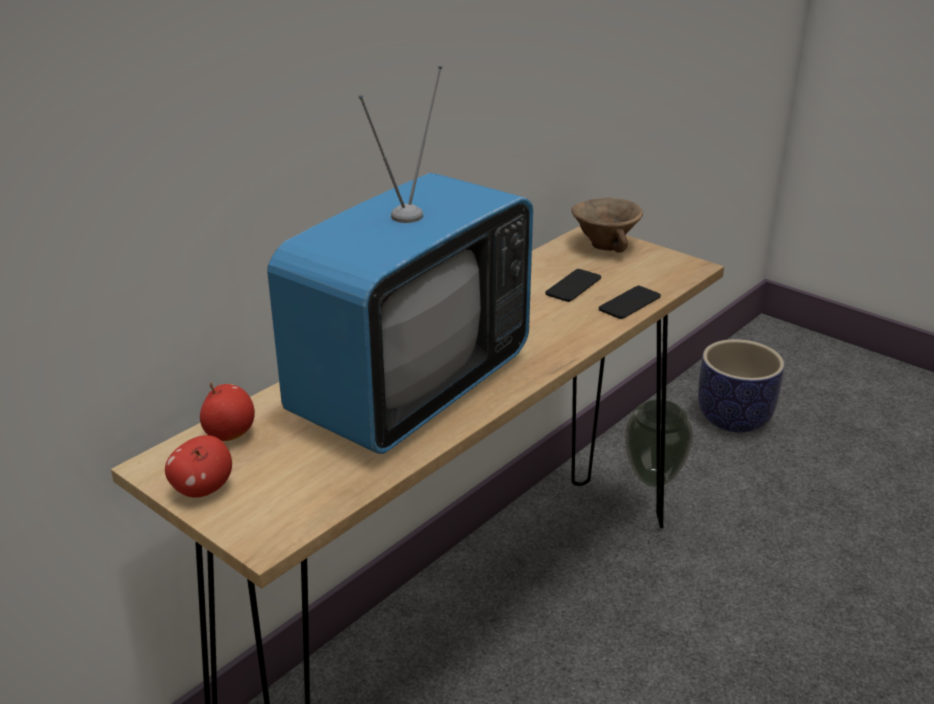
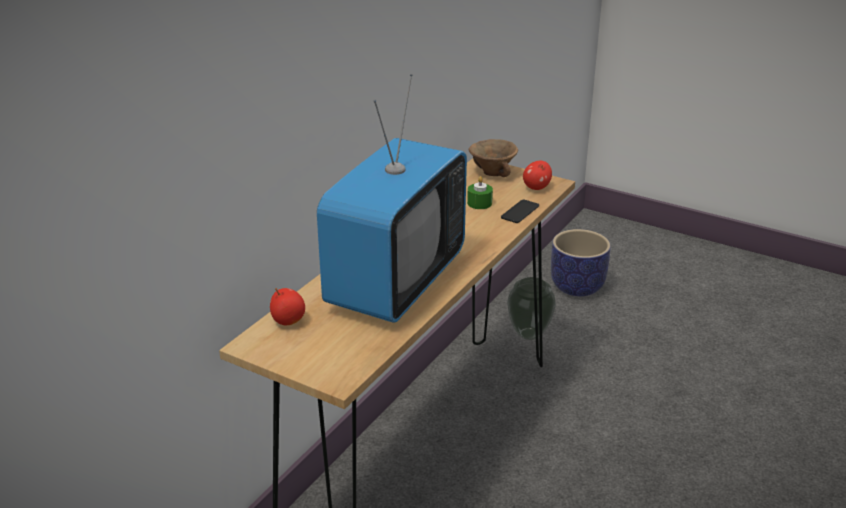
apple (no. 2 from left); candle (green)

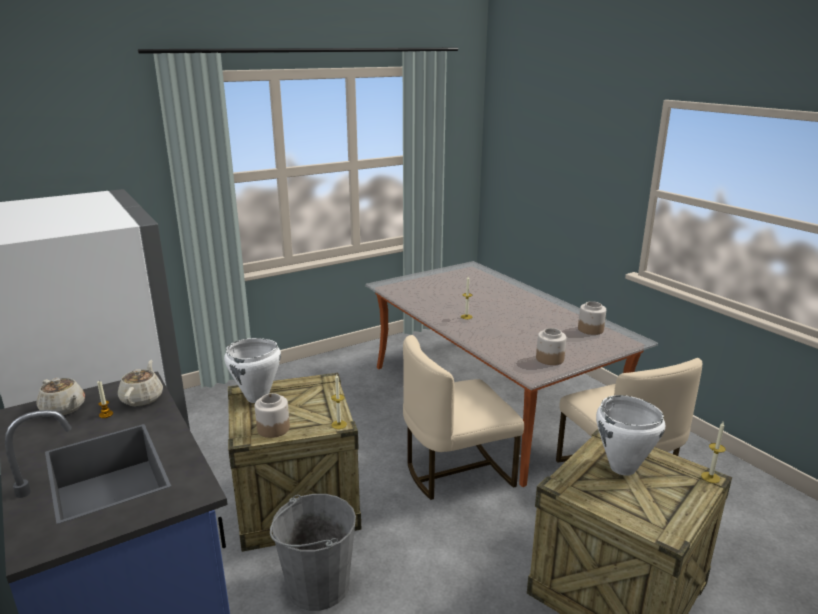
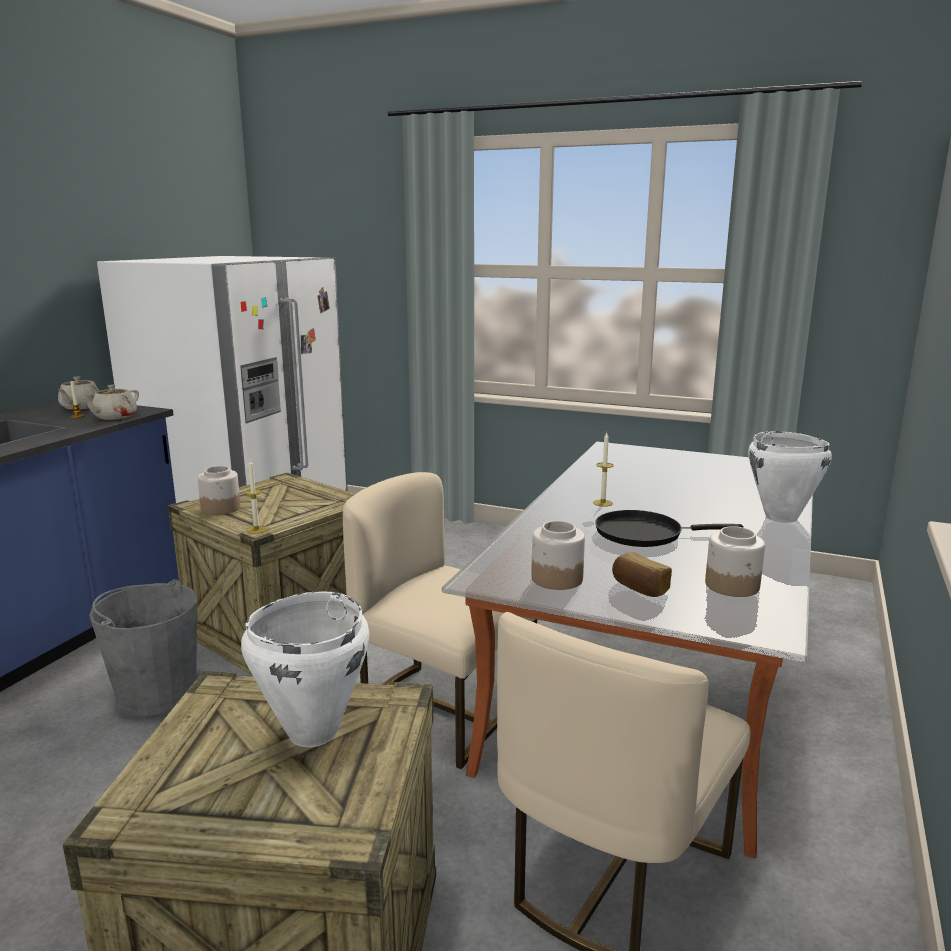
teapot (beige) (no. 2 from left); cooking pot (white) (no. 2 from left); candle (no. 4 from left in the first image); frying pan (black); bread

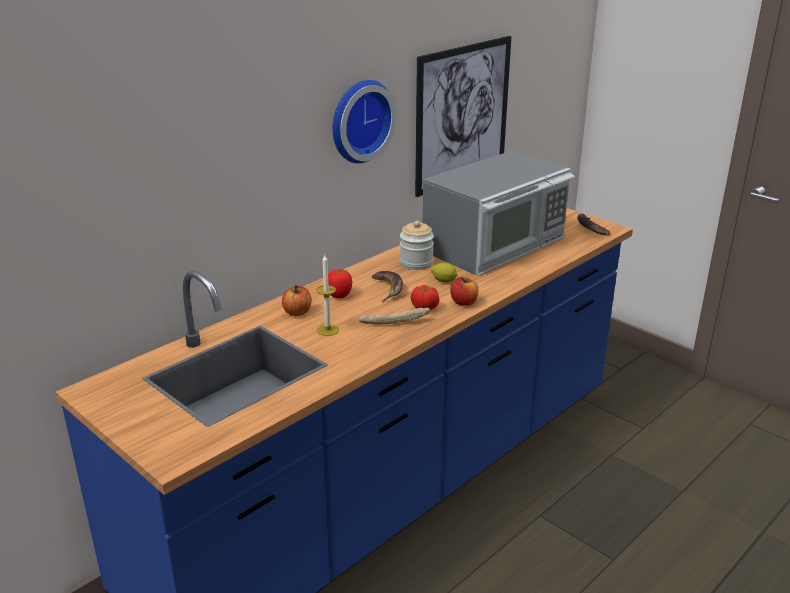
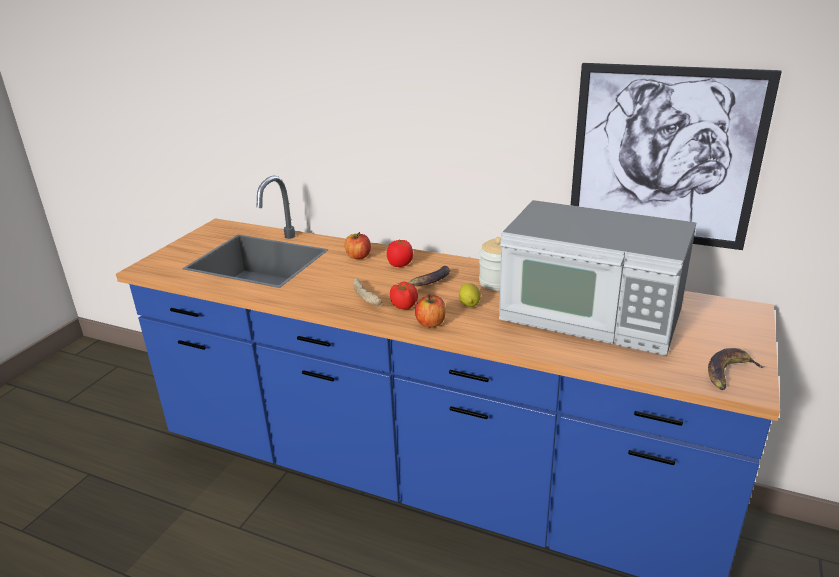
candle; wall clock

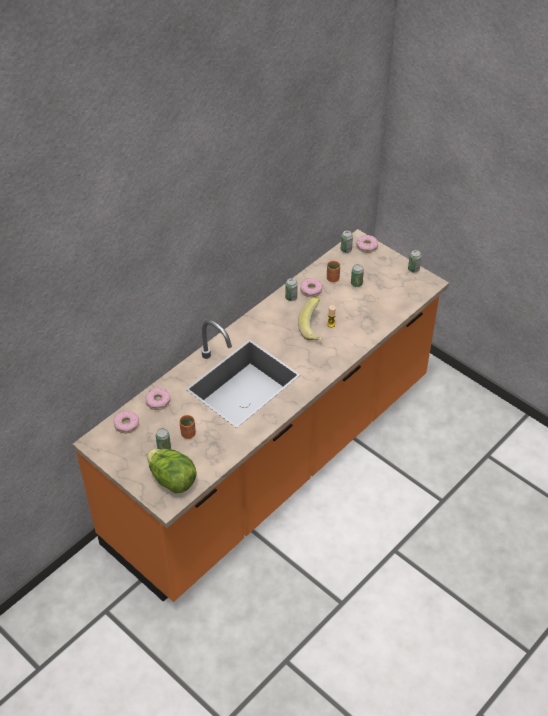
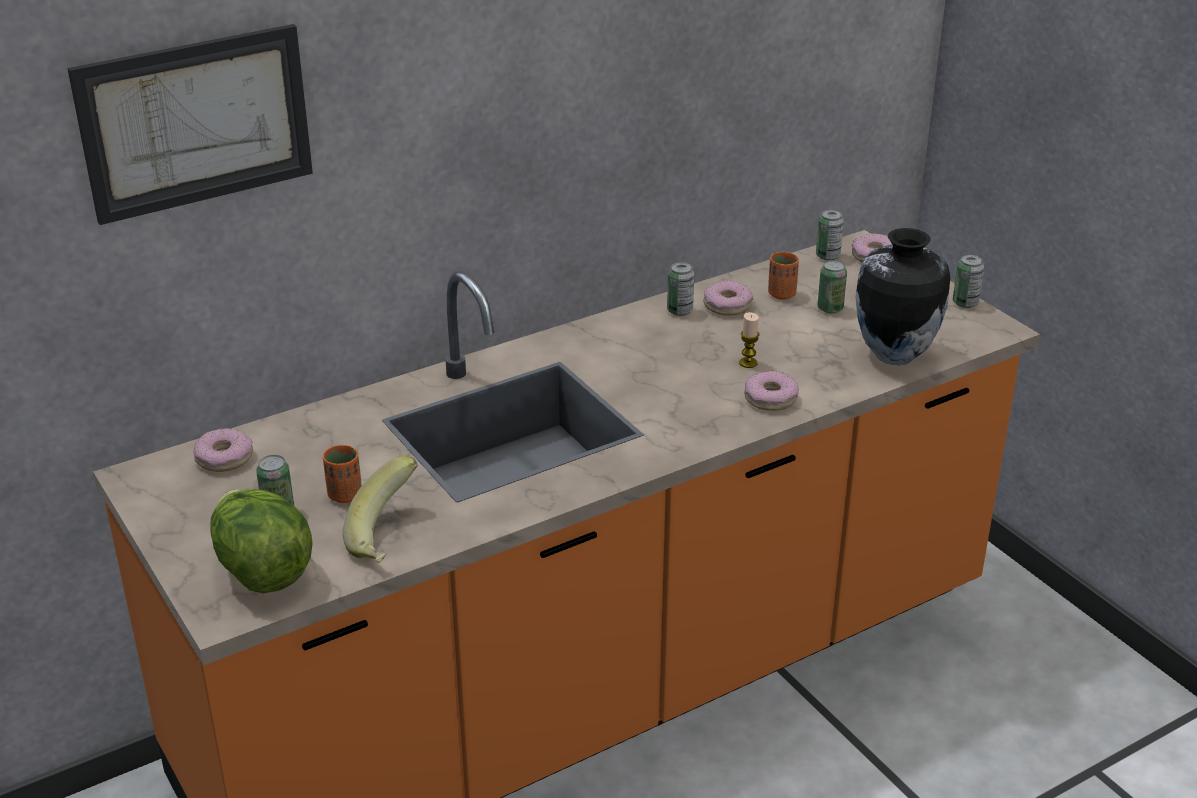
donut (no. 3 from left); banana; picture; vase

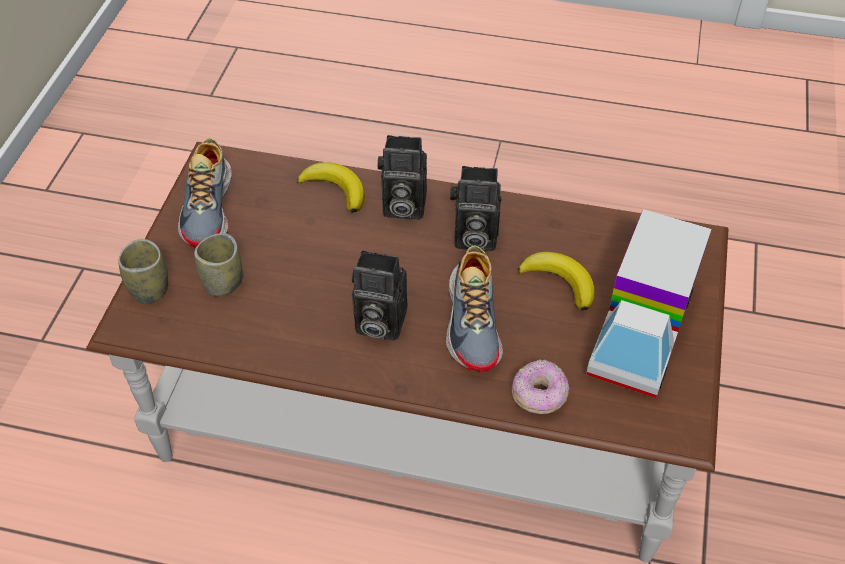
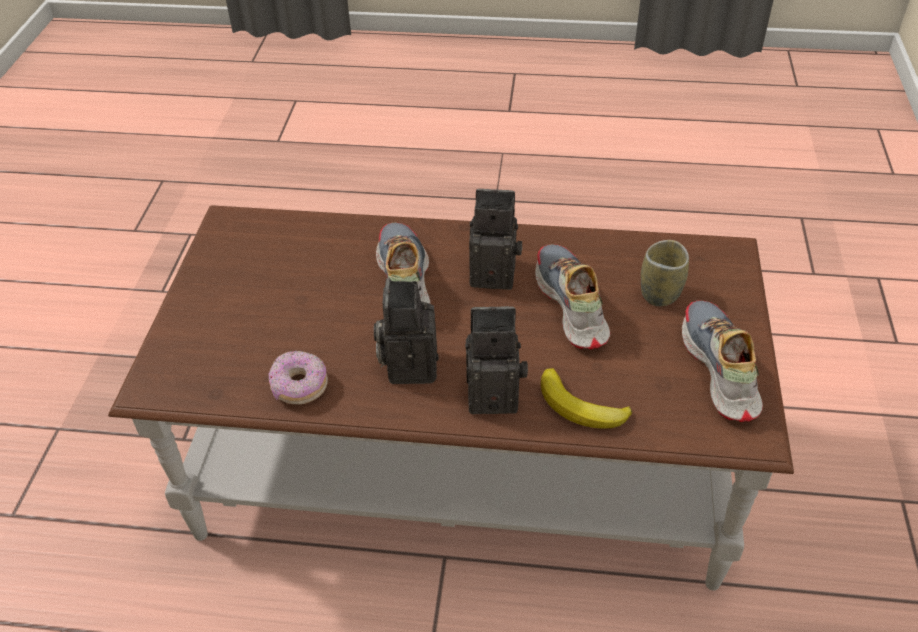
cup (no. 1 from left in the first image); photo camera (no. 1 from left); donut; banana (no. 2 from left in the first image); toy truck; shoe (no. 2 from left)

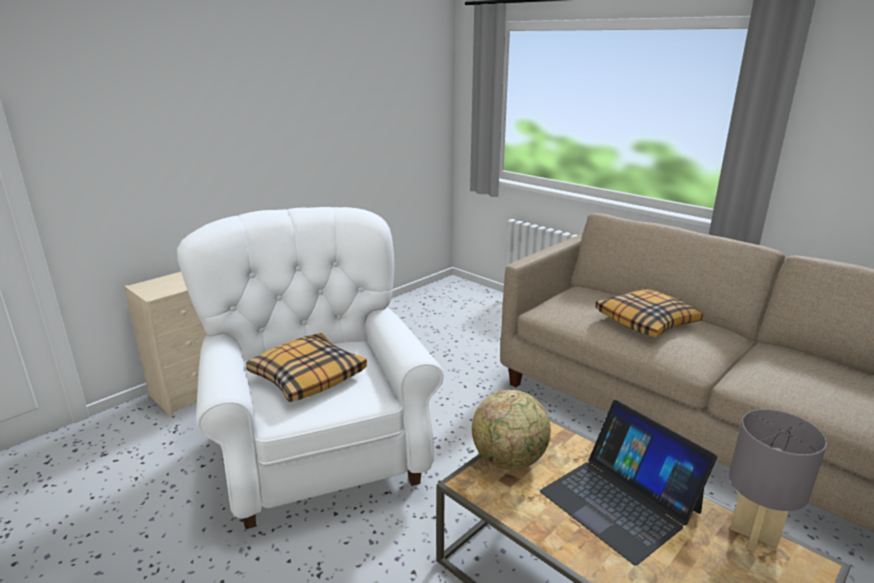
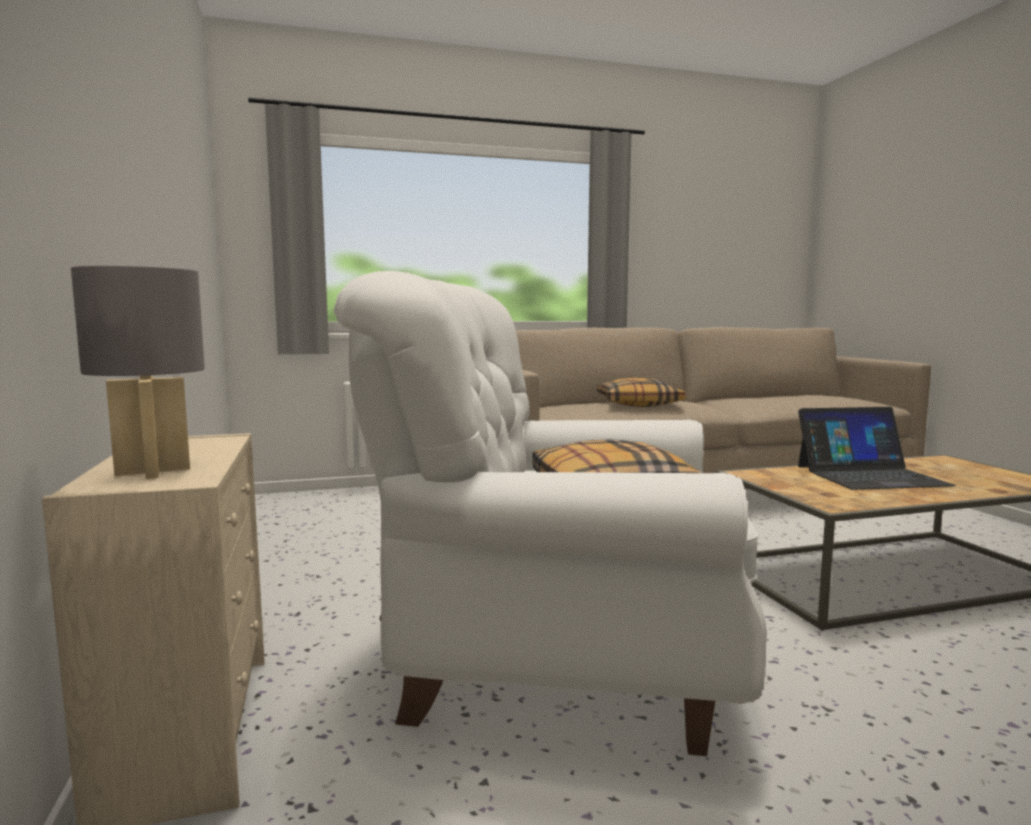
globe; table lamp (grey)

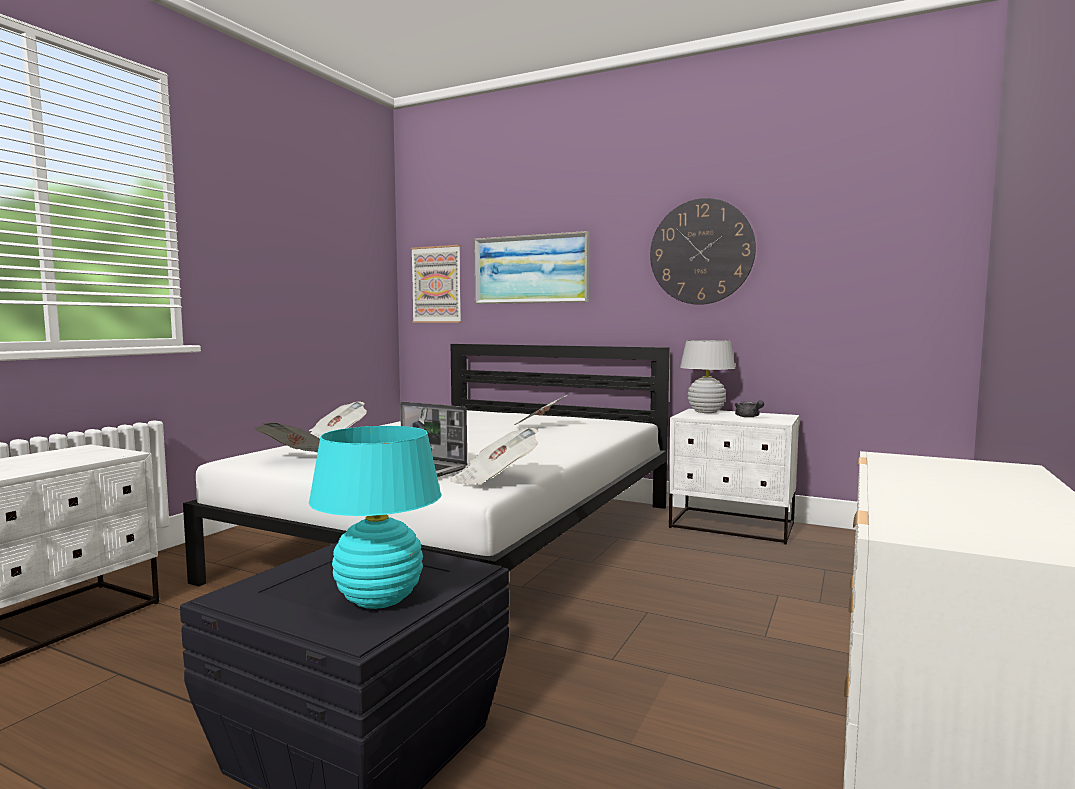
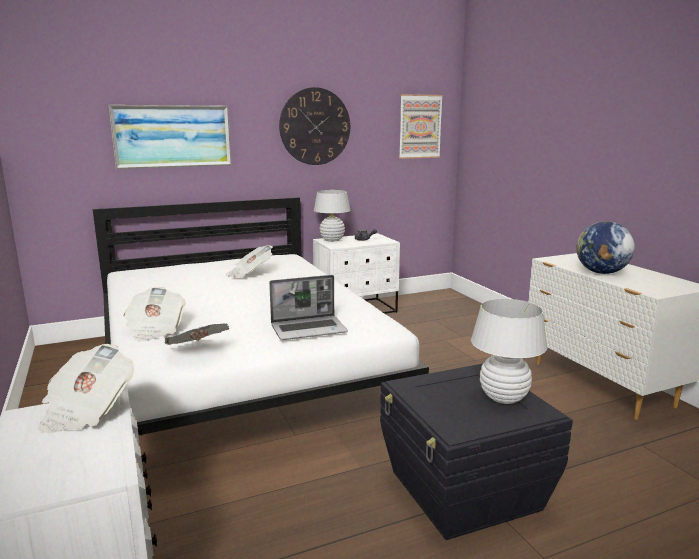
table lamp (white) (no. 2 from left); picture (no. 2 from left); newspaper (no. 1 from left); globe

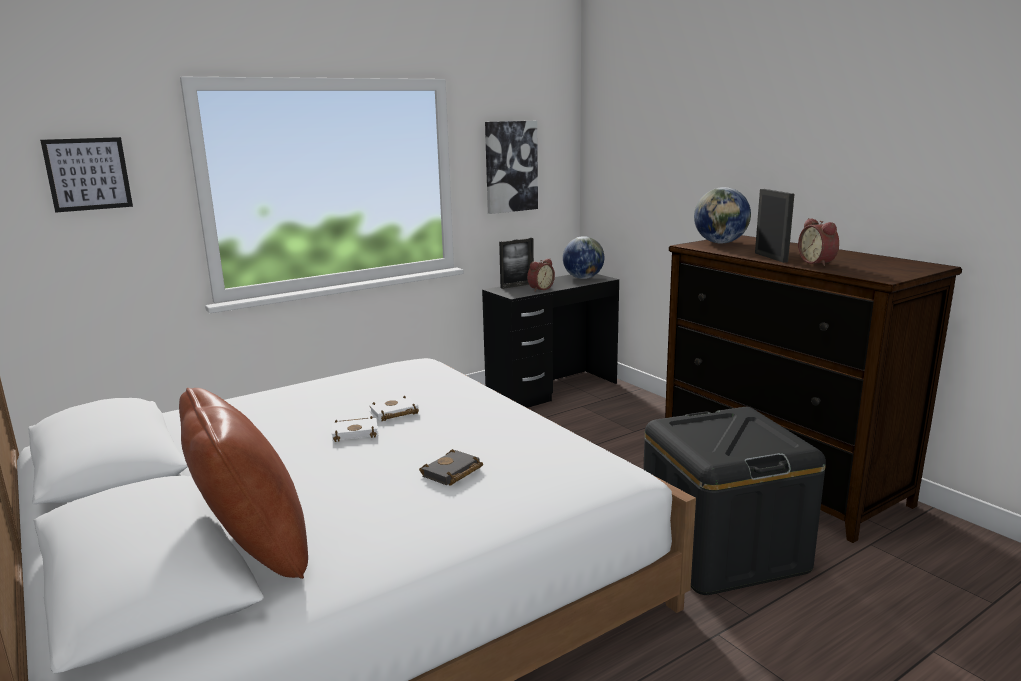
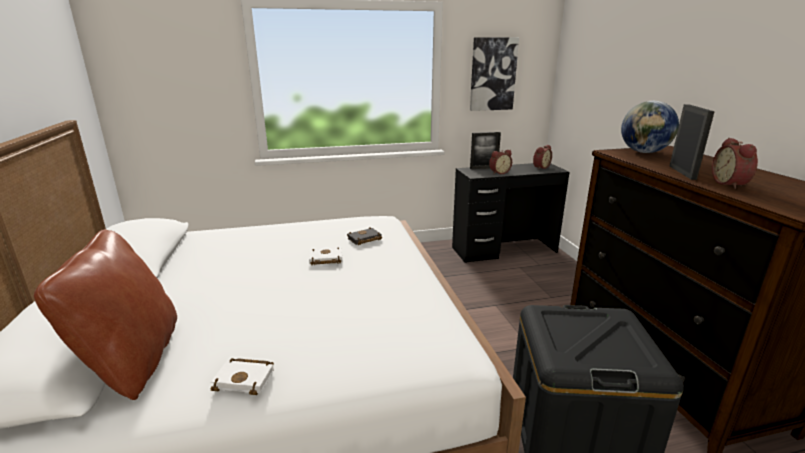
picture (no. 1 from left in the first image); book (white) (no. 1 from left); book (black); alarm clock (no. 2 from left)

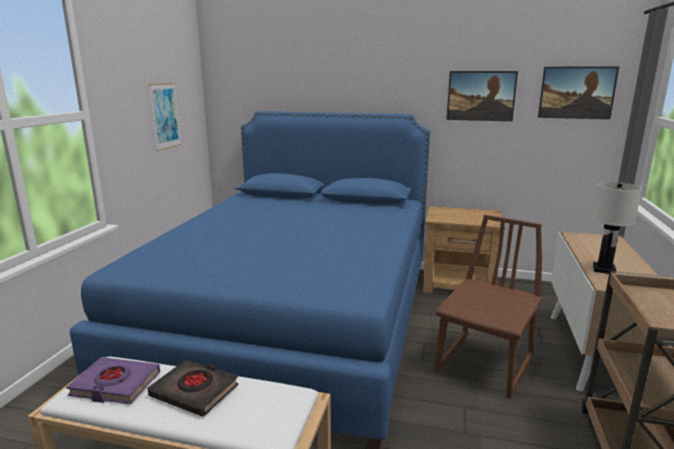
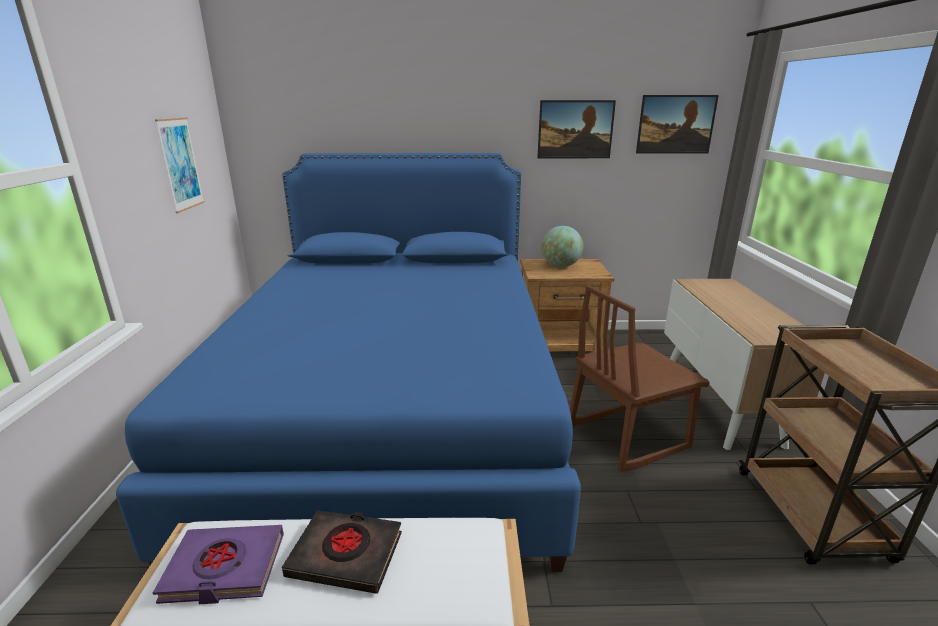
chair (brown); table lamp (white); globe

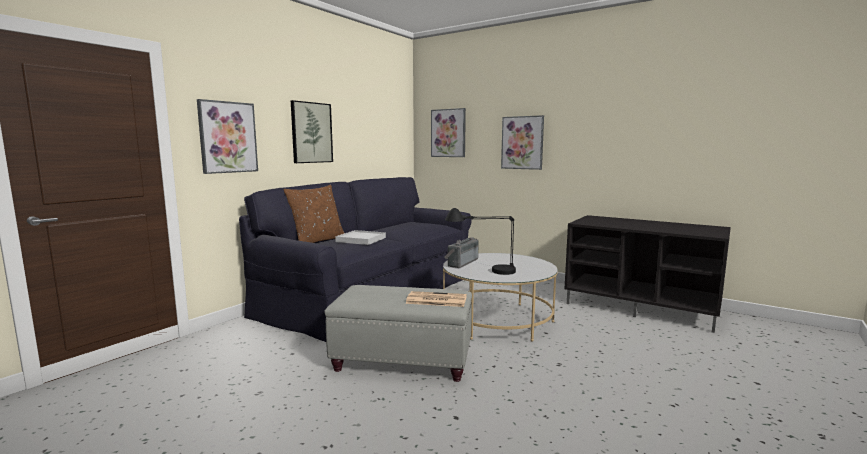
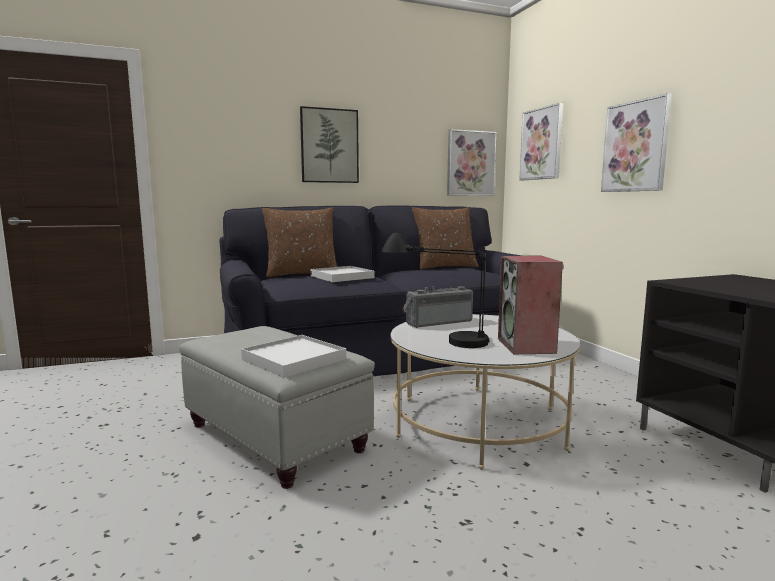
picture (no. 2 from left); tray (white) (no. 1 from left); pillow (brown) (no. 2 from left); speaker

